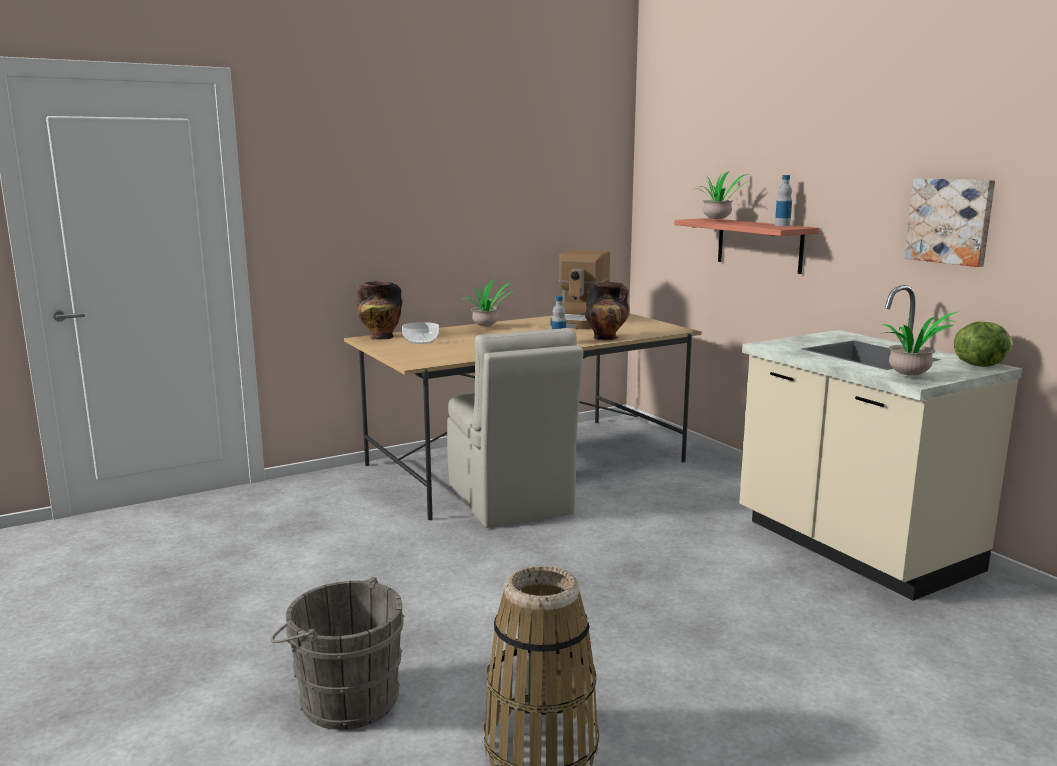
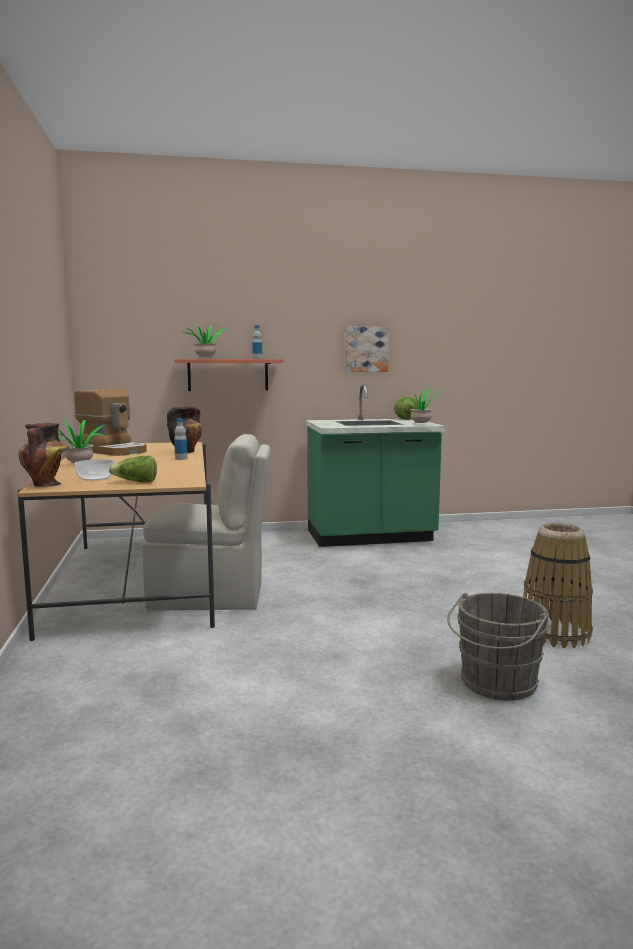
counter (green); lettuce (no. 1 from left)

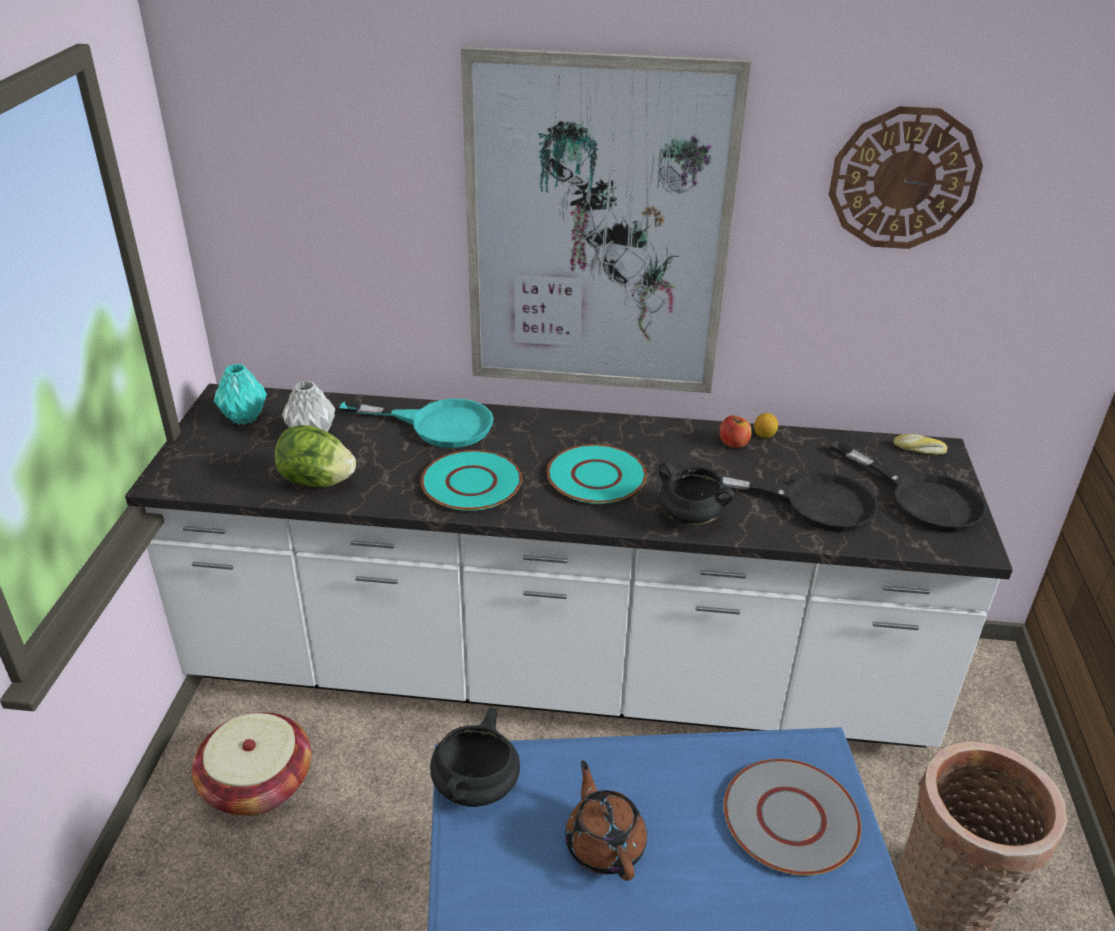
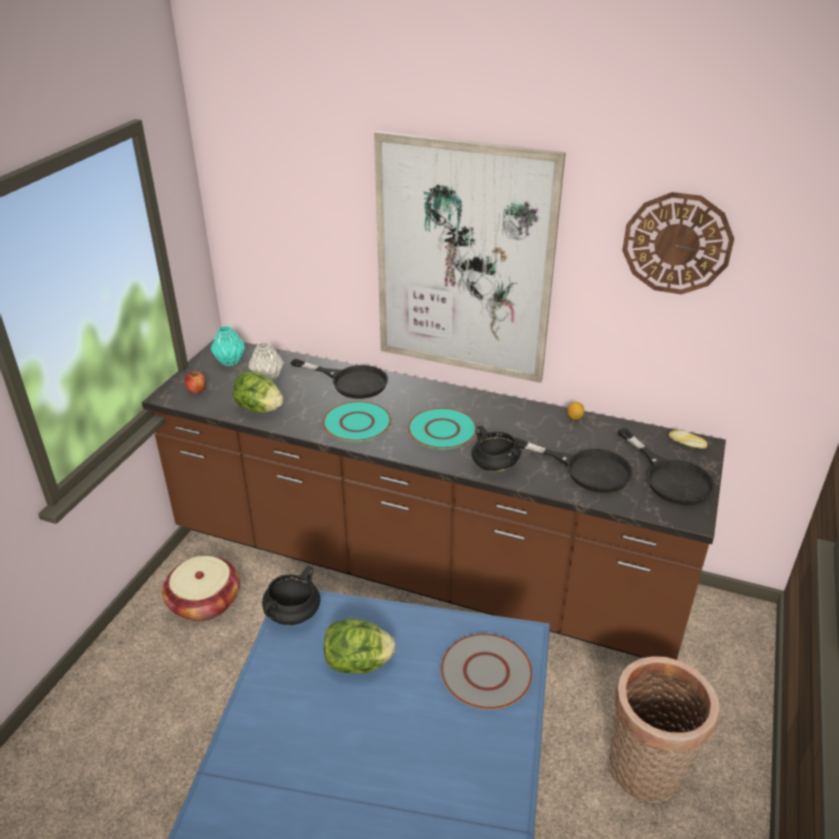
counter (brown); frying pan (black) (no. 1 from left); lettuce (no. 2 from left); apple

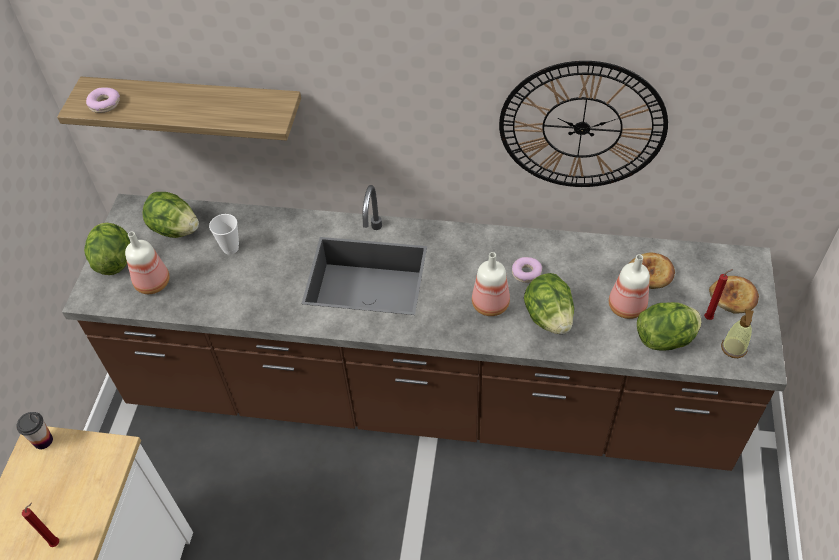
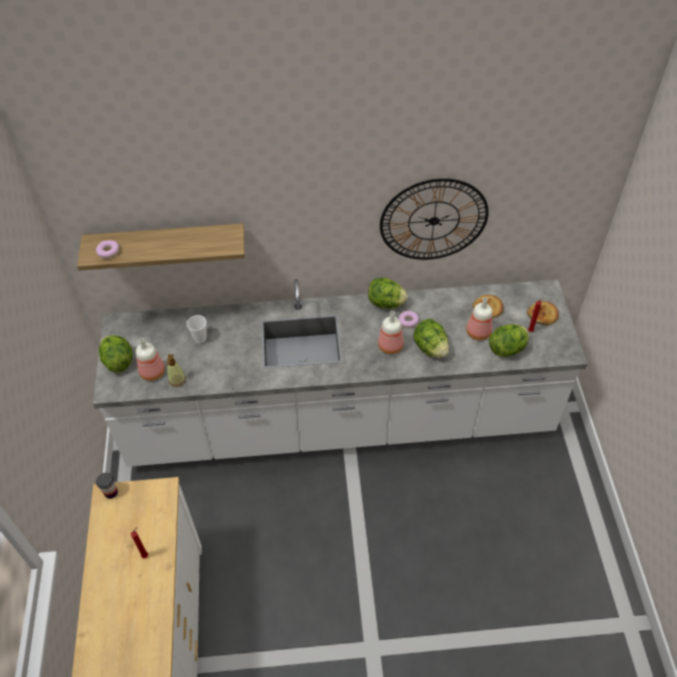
counter (white); lettuce (no. 2 from left); soap dispenser

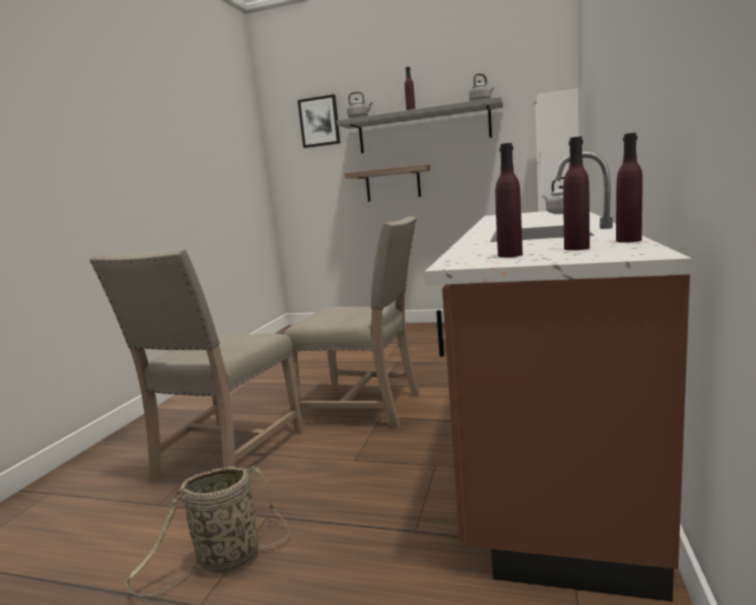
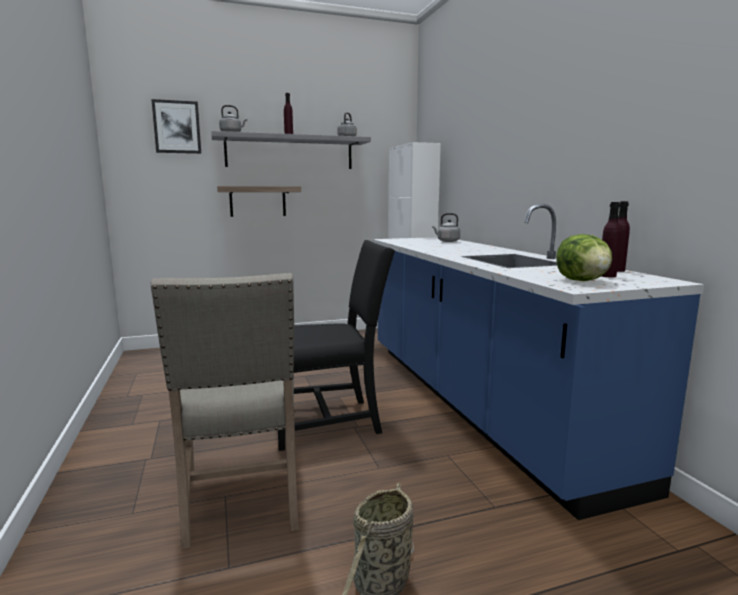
chair (black); counter (blue); lettuce

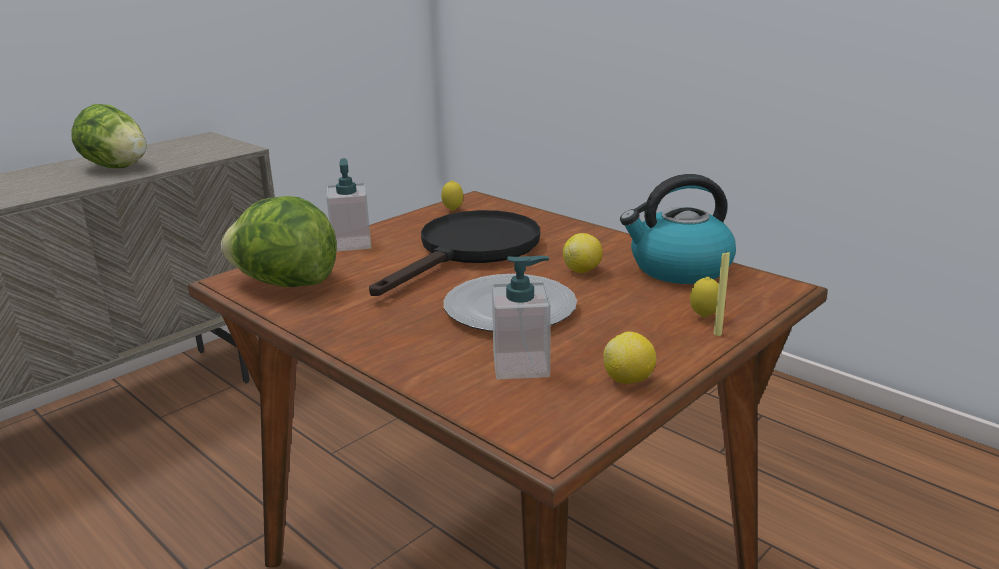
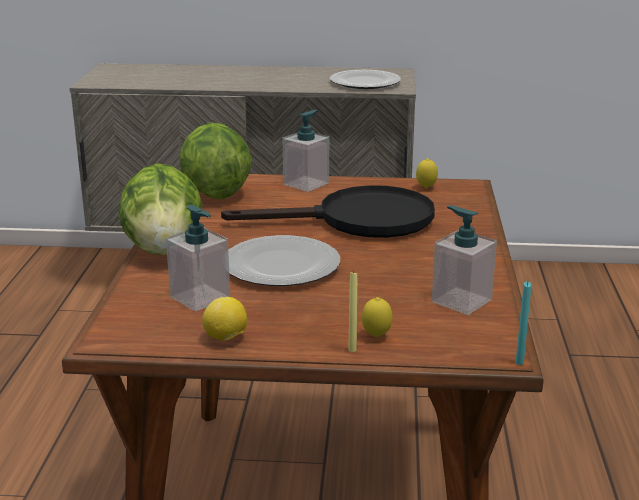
lettuce (no. 1 from left); lemon (no. 2 from left in the first image); soap dispenser (no. 3 from left); plate (no. 2 from left); candle (turquoise)

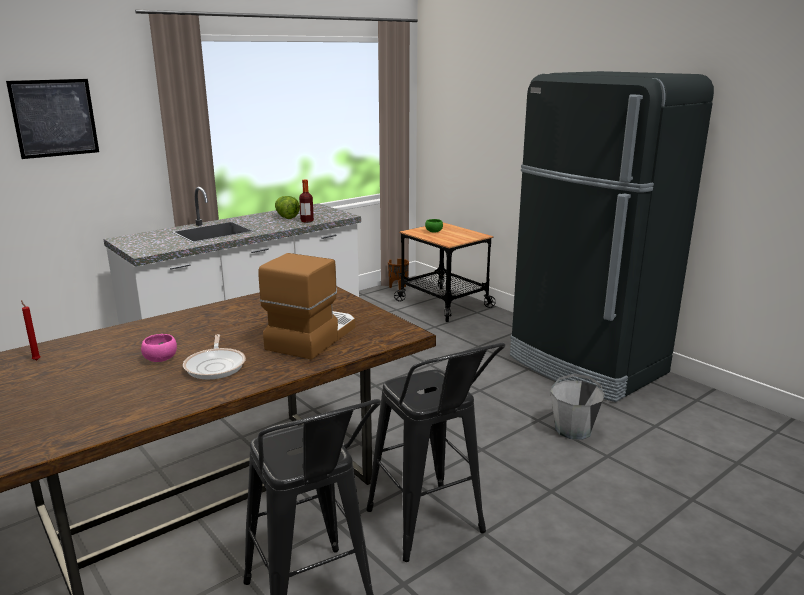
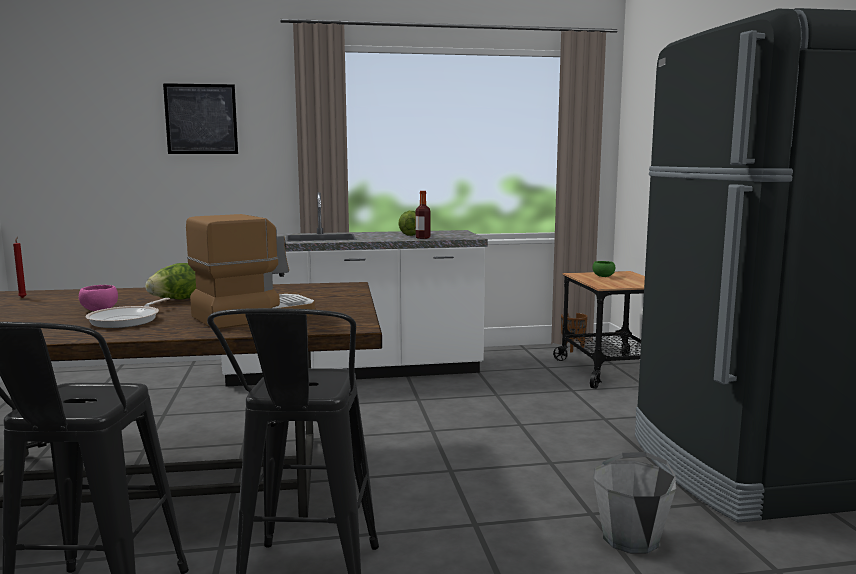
lettuce (no. 1 from left)

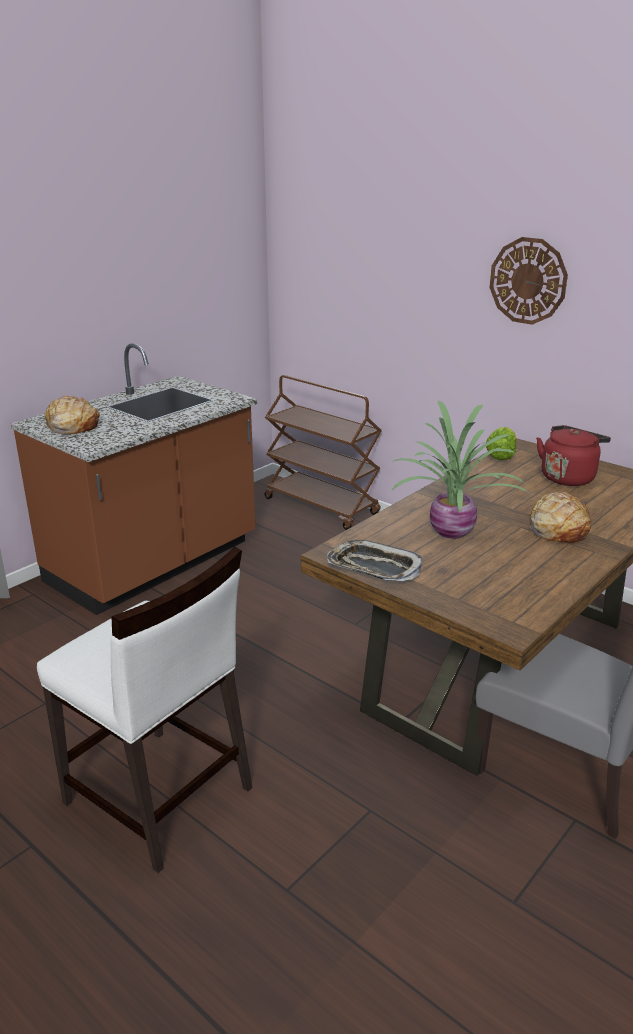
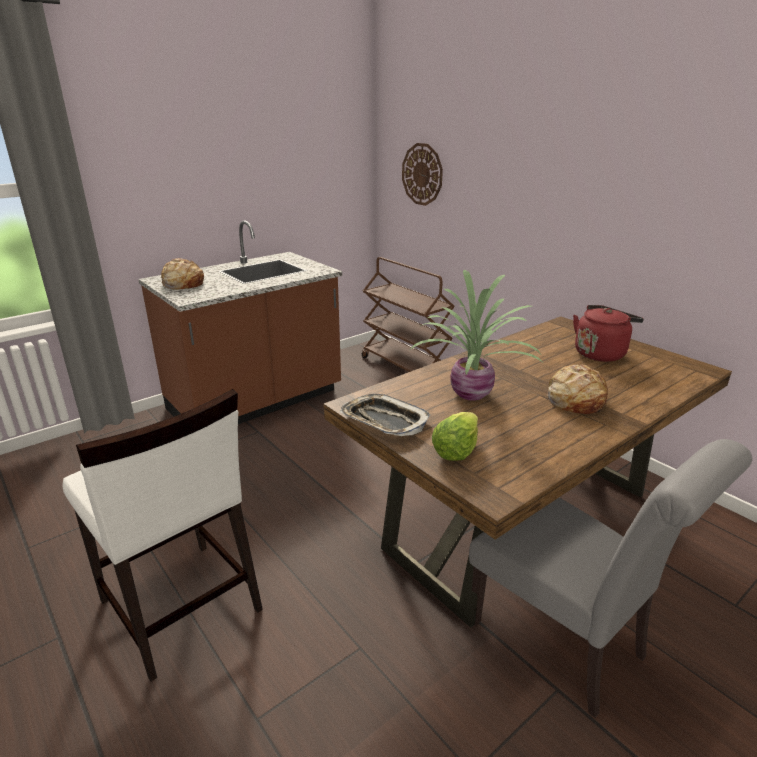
lettuce; wall clock

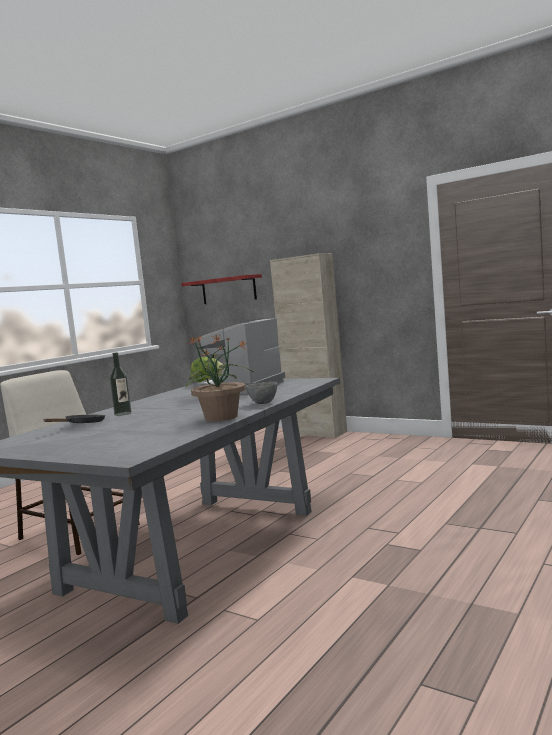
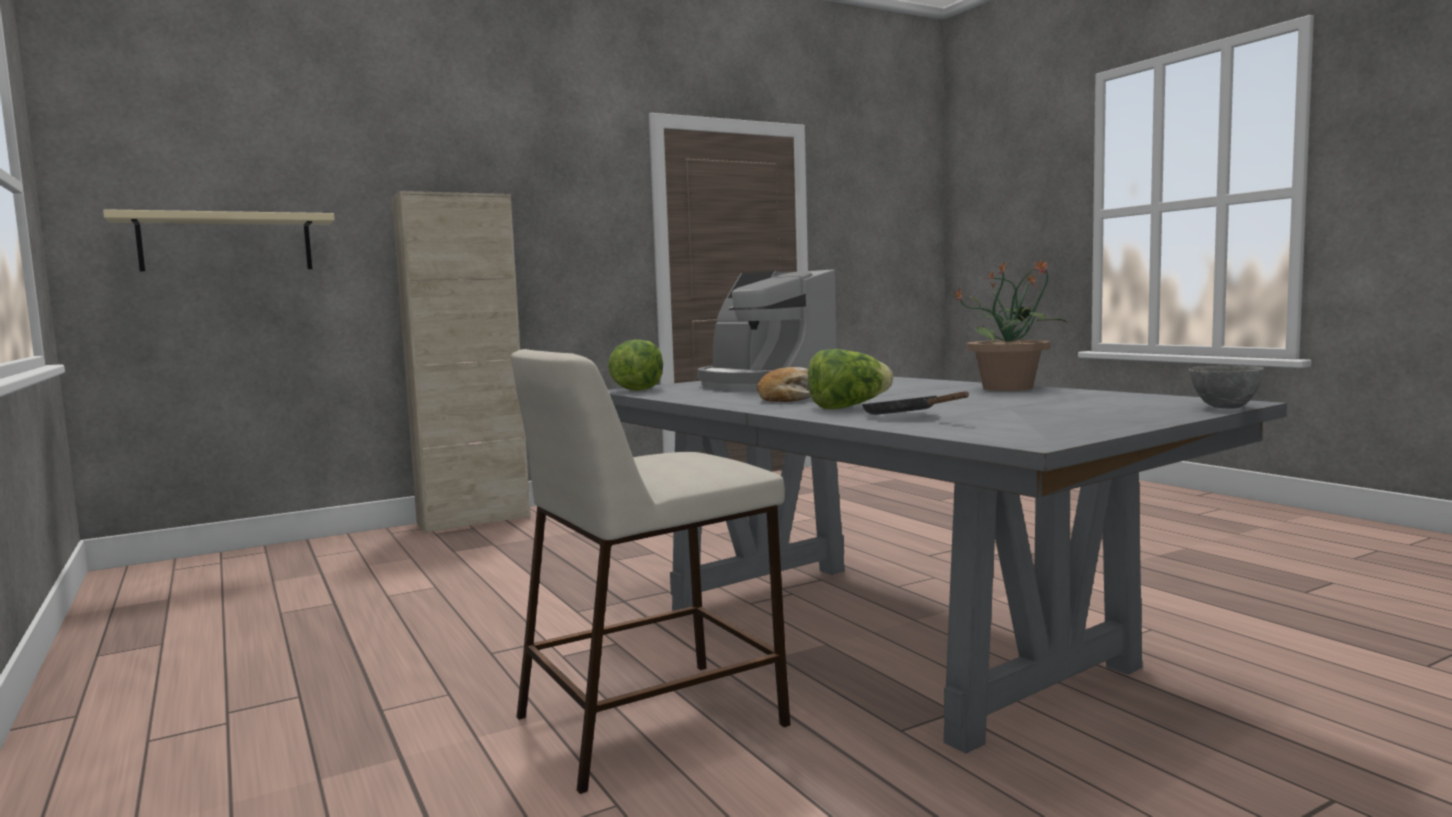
lettuce (no. 2 from left); shelf (beige); bowl (grey); bread

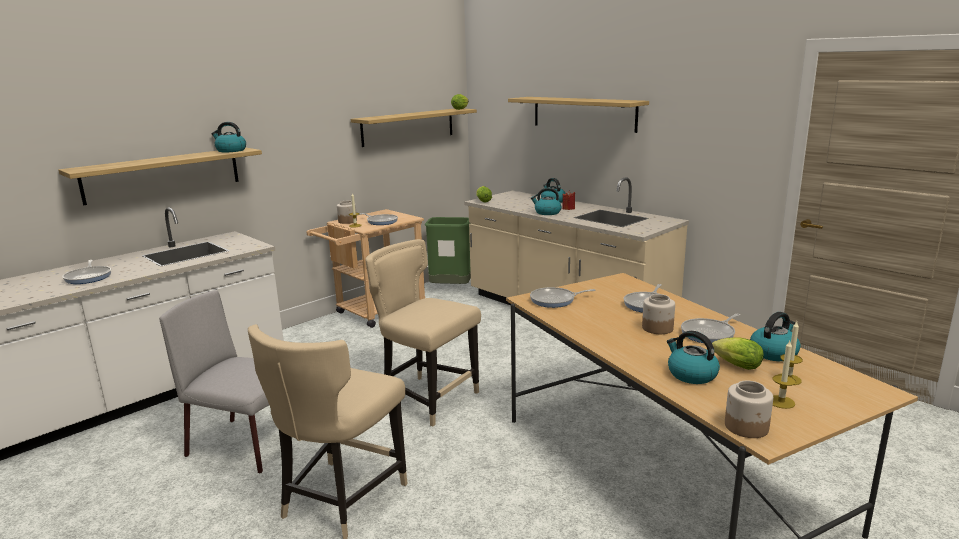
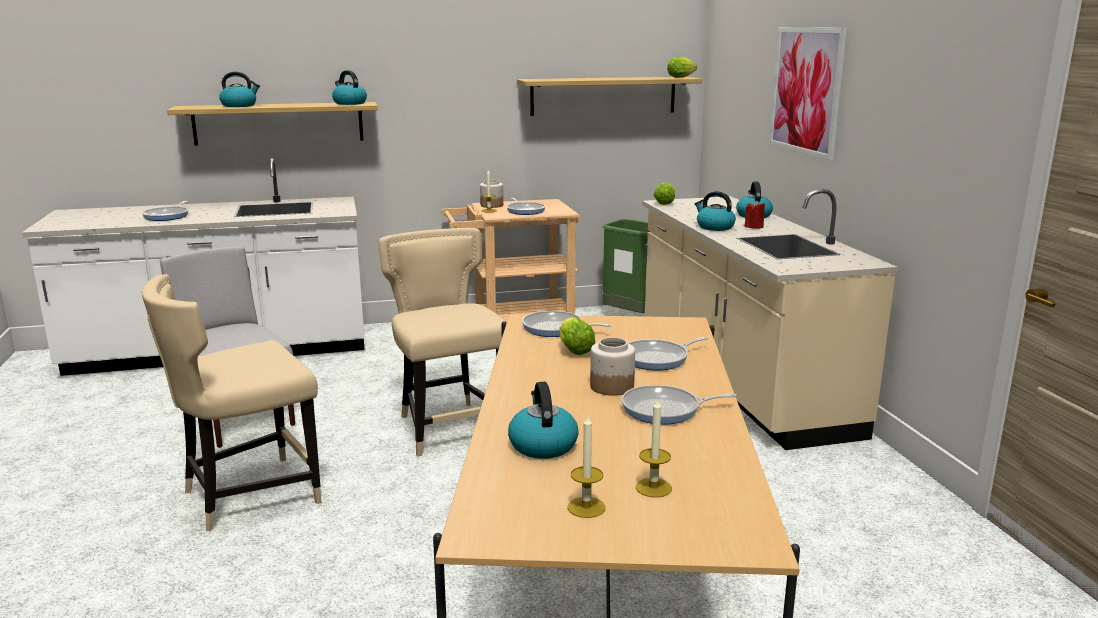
picture; lettuce (no. 1 from left); jar (no. 3 from left in the first image); kettle (no. 1 from left)

